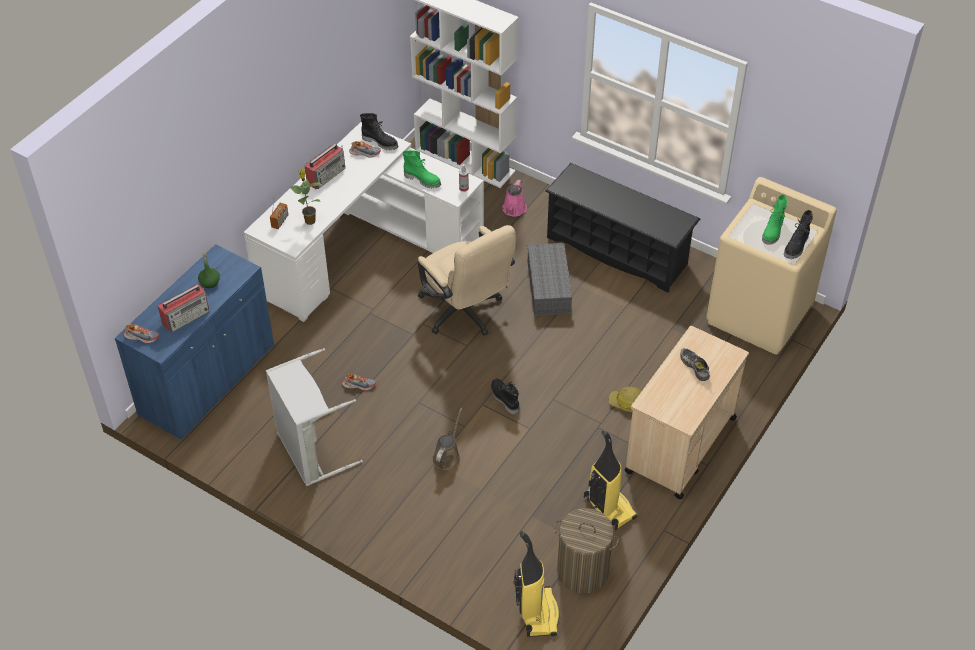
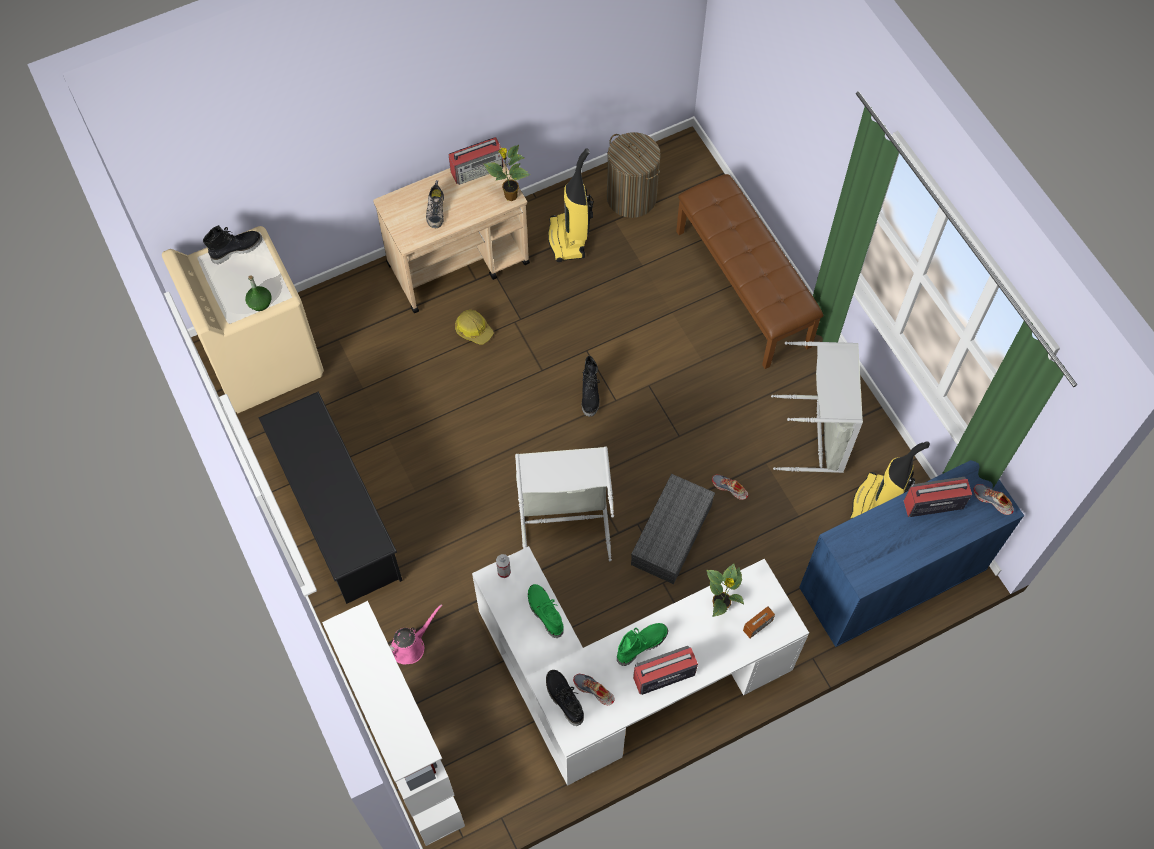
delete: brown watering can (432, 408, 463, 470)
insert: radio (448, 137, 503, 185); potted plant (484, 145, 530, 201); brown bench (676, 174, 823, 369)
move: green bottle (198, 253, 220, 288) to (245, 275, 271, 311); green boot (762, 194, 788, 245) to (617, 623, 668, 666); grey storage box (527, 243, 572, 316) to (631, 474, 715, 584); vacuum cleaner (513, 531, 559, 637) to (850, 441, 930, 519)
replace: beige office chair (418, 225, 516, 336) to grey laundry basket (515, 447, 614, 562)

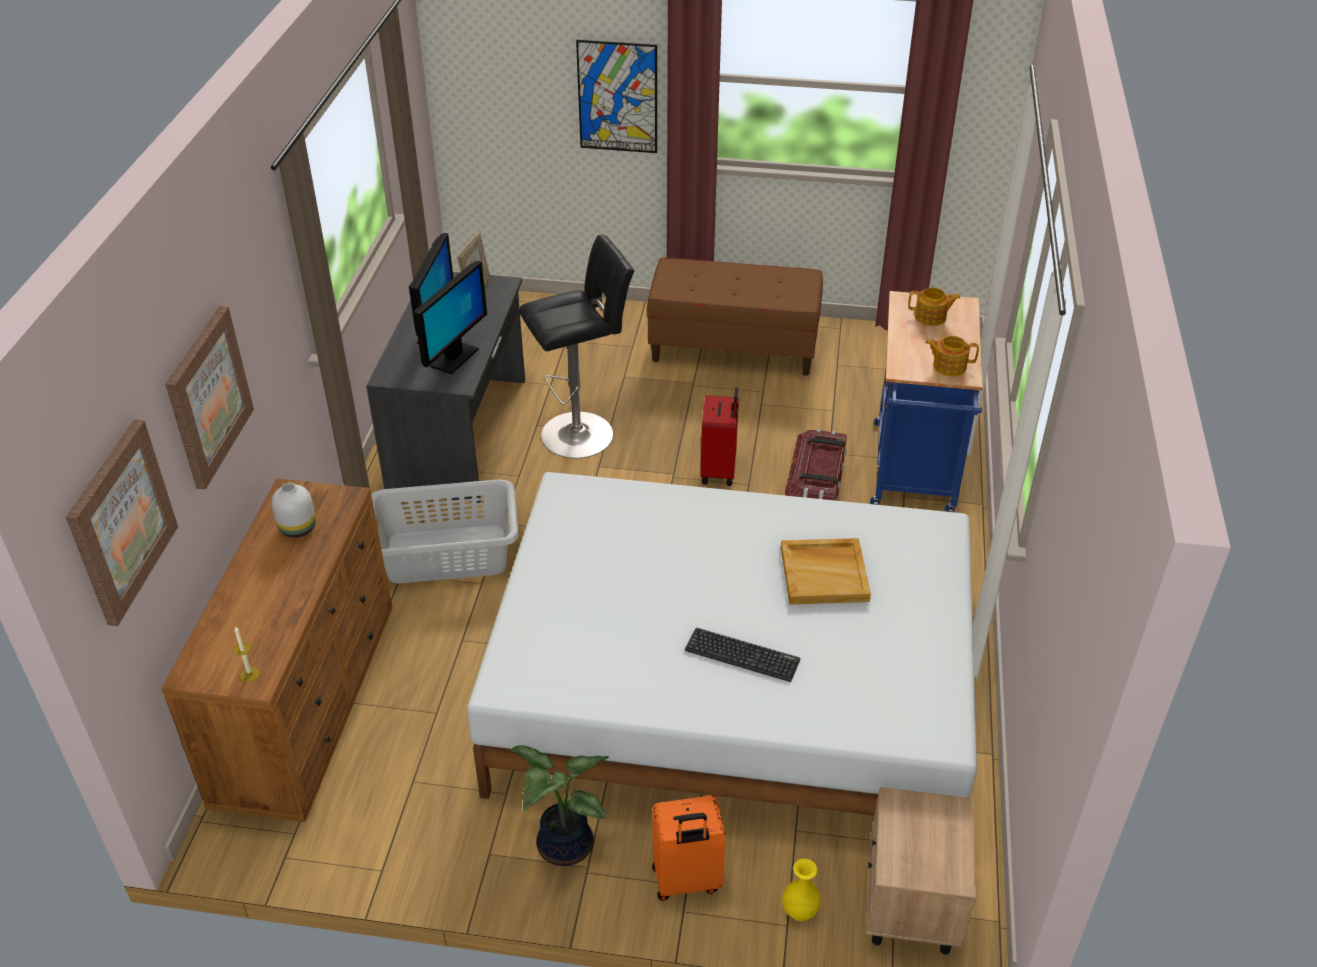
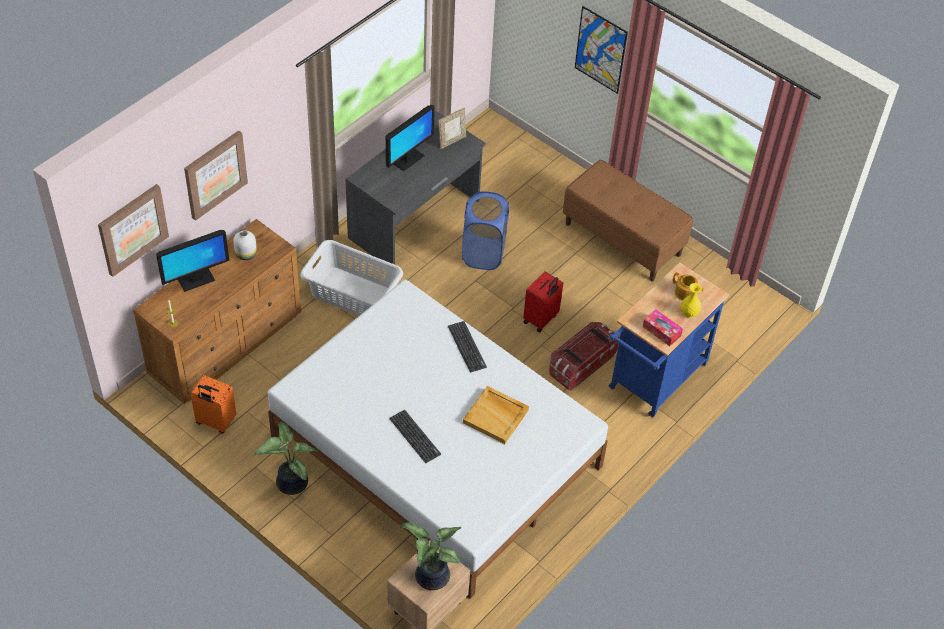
insert: potted plant (400, 523, 461, 590); keyboard (448, 321, 487, 373)
move: monitor (414, 261, 487, 374) to (156, 230, 230, 292); orange suitcase (652, 795, 726, 901) to (190, 375, 236, 433); yellow vase (782, 859, 821, 921) to (681, 283, 702, 318)
replace: black stool (519, 234, 635, 458) to blue laundry basket (462, 191, 509, 270); teapot (926, 336, 979, 376) to tissue box (643, 309, 683, 346)

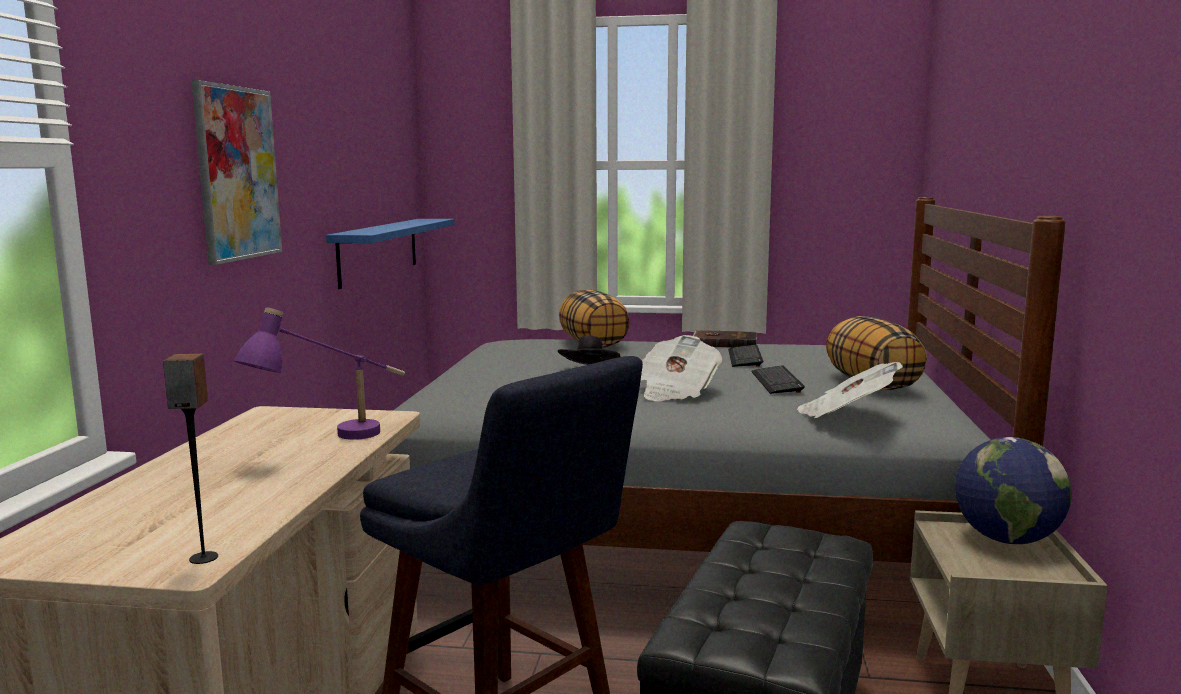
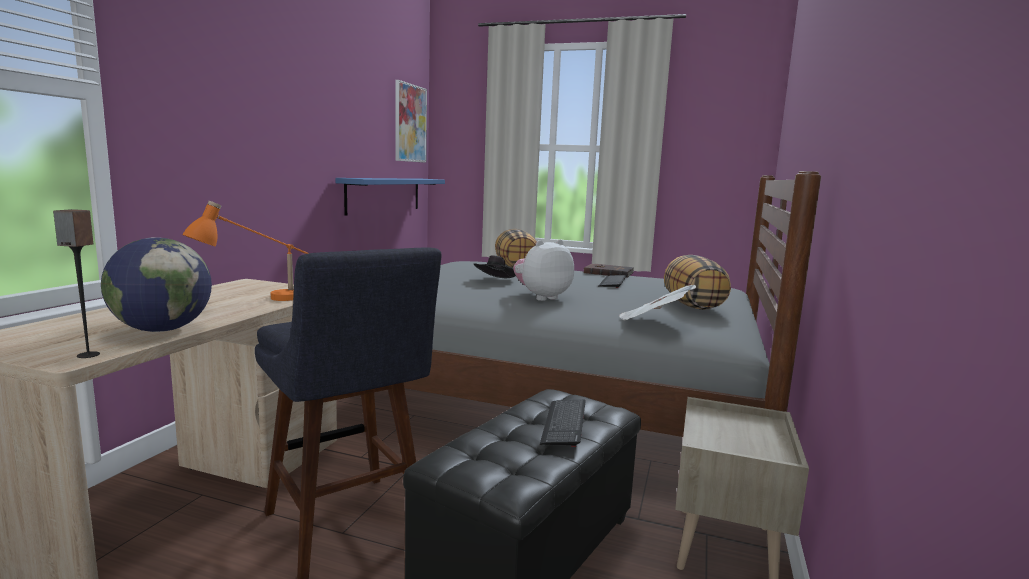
move: globe (955, 437, 1072, 544) to (101, 237, 212, 332); picture (191, 80, 282, 265) to (395, 80, 427, 163); keyboard (751, 365, 805, 394) to (540, 400, 586, 447)
replace: newspaper (641, 335, 722, 401) to plush toy (513, 239, 574, 301)
recolor: purple table lamp (234, 307, 405, 440) to orange table lamp (182, 201, 308, 301)

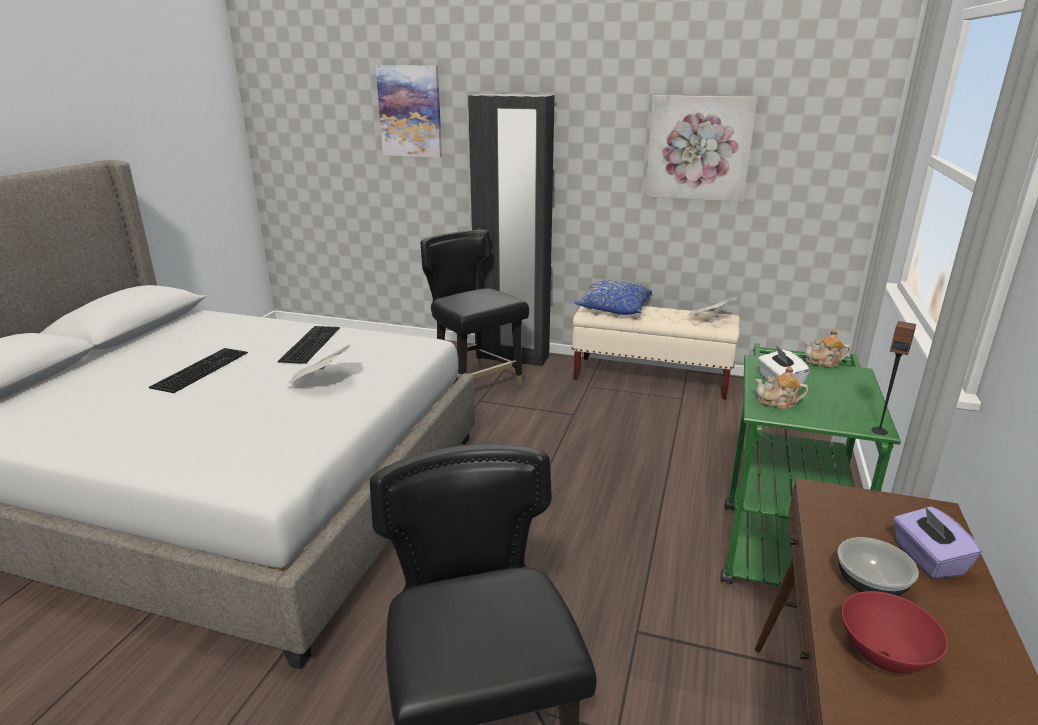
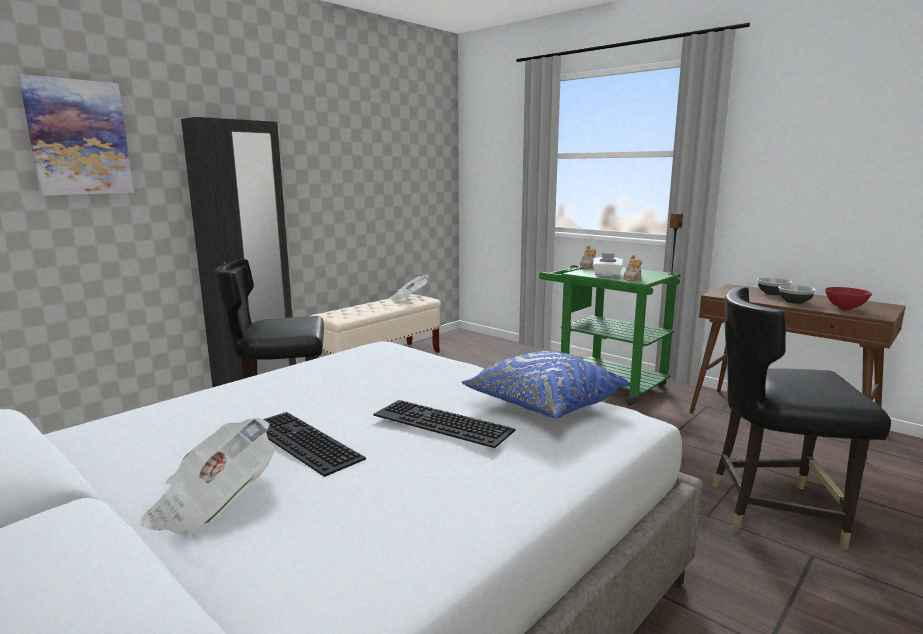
delete: picture (645, 95, 758, 202)
move: newspaper (286, 345, 350, 385) to (141, 418, 274, 536); keyboard (278, 326, 340, 364) to (374, 400, 515, 448); blue pillow (574, 280, 652, 315) to (462, 351, 631, 418)
replace: purple tissue box (893, 506, 982, 579) to bowl (758, 278, 792, 295)

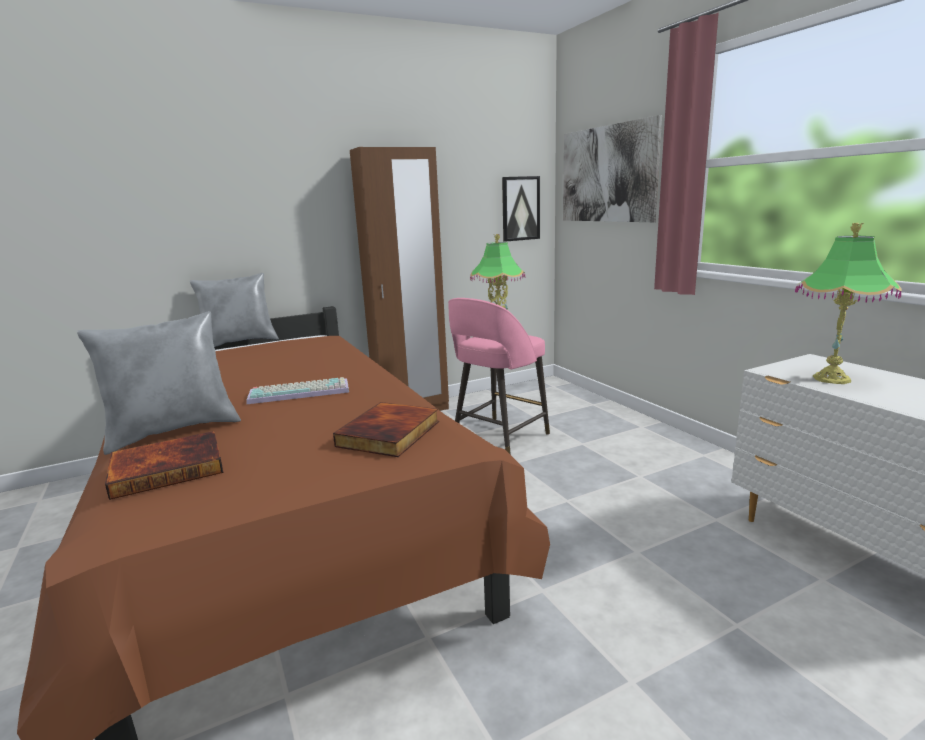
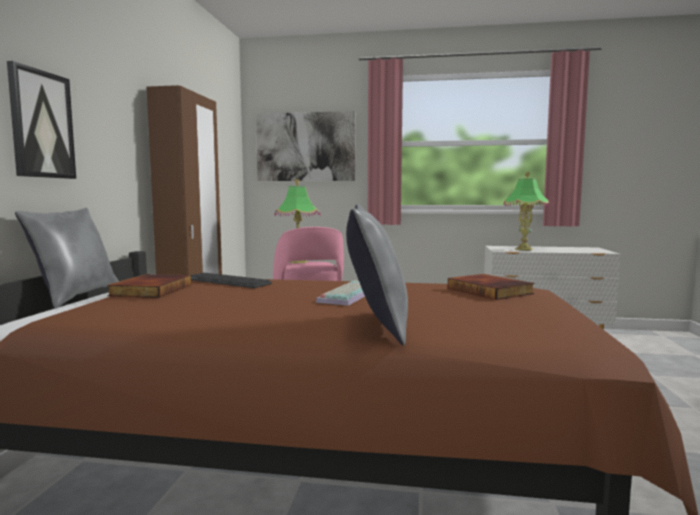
insert: keyboard (191, 273, 272, 288)
move: picture (502, 176, 540, 242) to (7, 61, 76, 179); book (105, 431, 223, 500) to (107, 274, 191, 298)

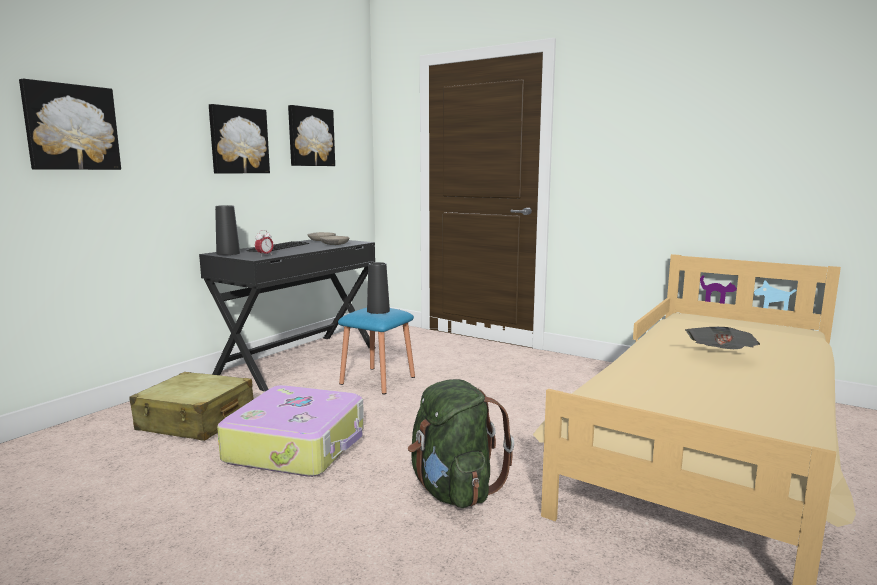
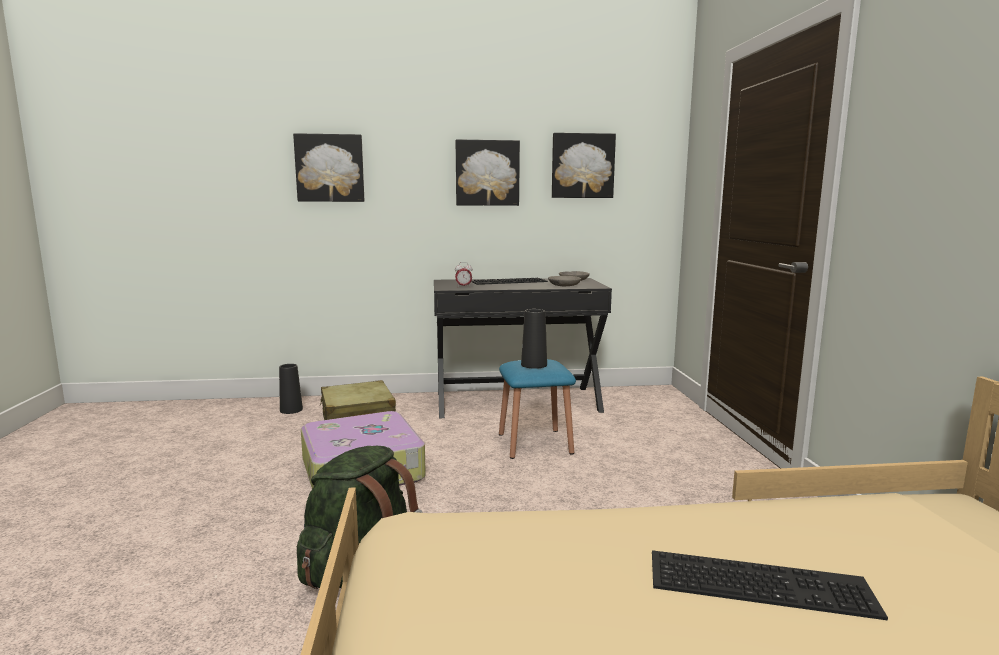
move: black vase (215, 205, 240, 255) to (279, 364, 303, 414)
replace: newspaper (685, 327, 760, 349) to keyboard (652, 550, 888, 621)

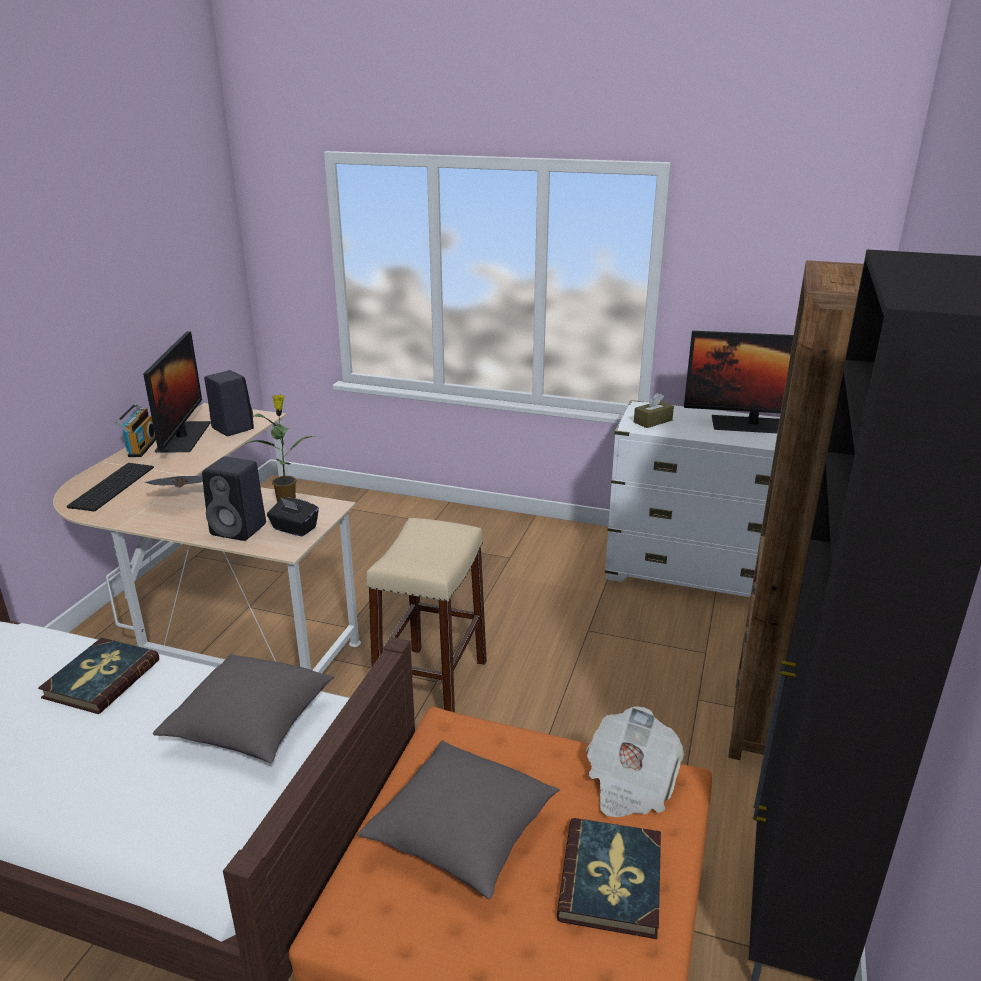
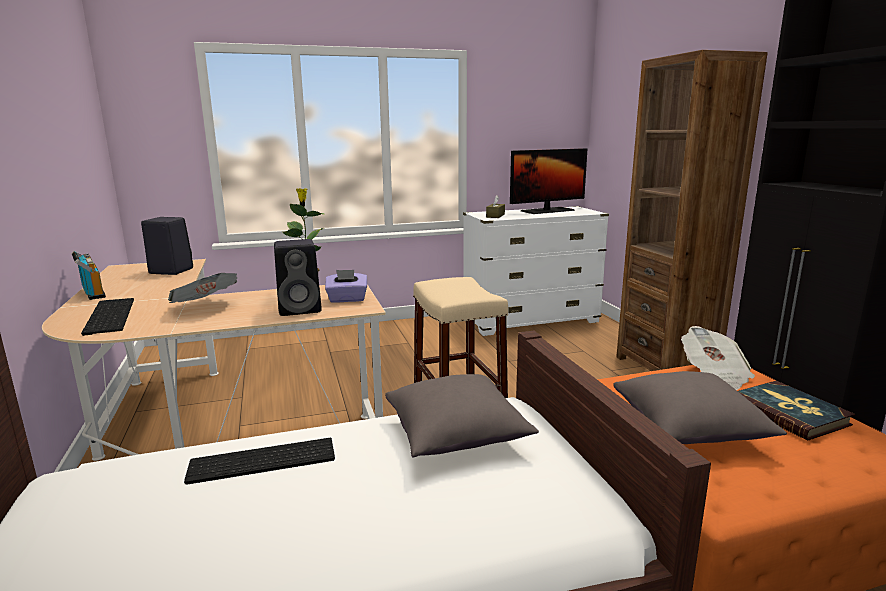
delete: monitor (143, 331, 211, 453)
replace: book (38, 638, 159, 714) to keyboard (184, 438, 335, 485)
recolor: black tissue box (267, 497, 319, 537) to purple tissue box (325, 270, 367, 303)

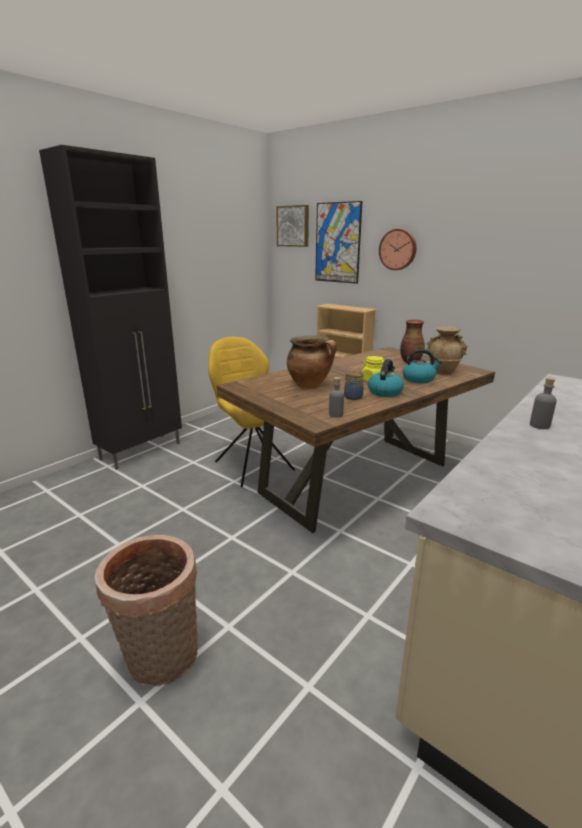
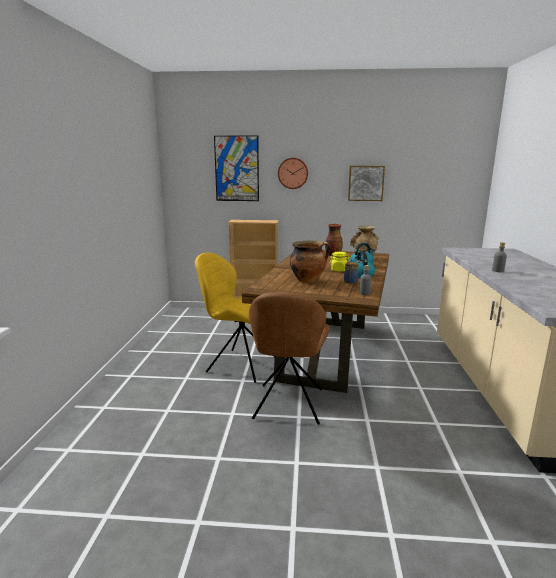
delete: black cabinet (39, 145, 182, 470); basket (95, 535, 198, 686)
insert: brown chair (249, 292, 330, 425)
move: picture (276, 205, 309, 247) to (348, 166, 385, 201)

